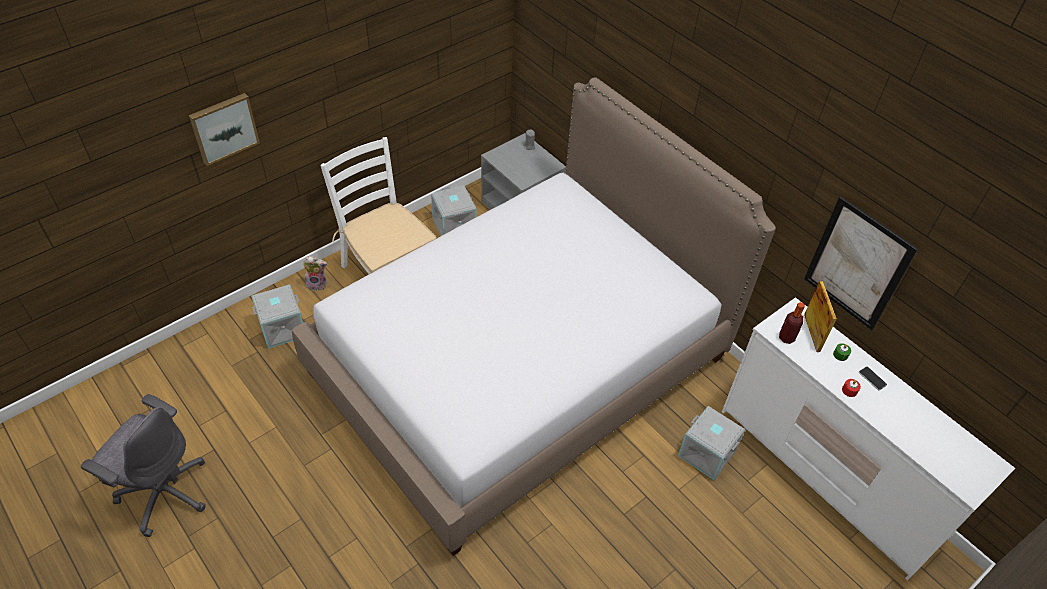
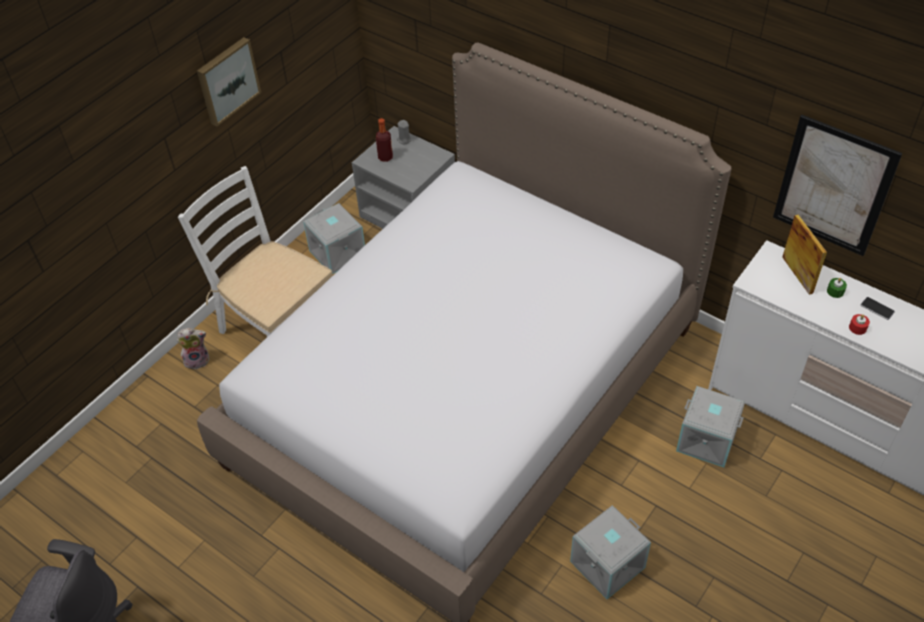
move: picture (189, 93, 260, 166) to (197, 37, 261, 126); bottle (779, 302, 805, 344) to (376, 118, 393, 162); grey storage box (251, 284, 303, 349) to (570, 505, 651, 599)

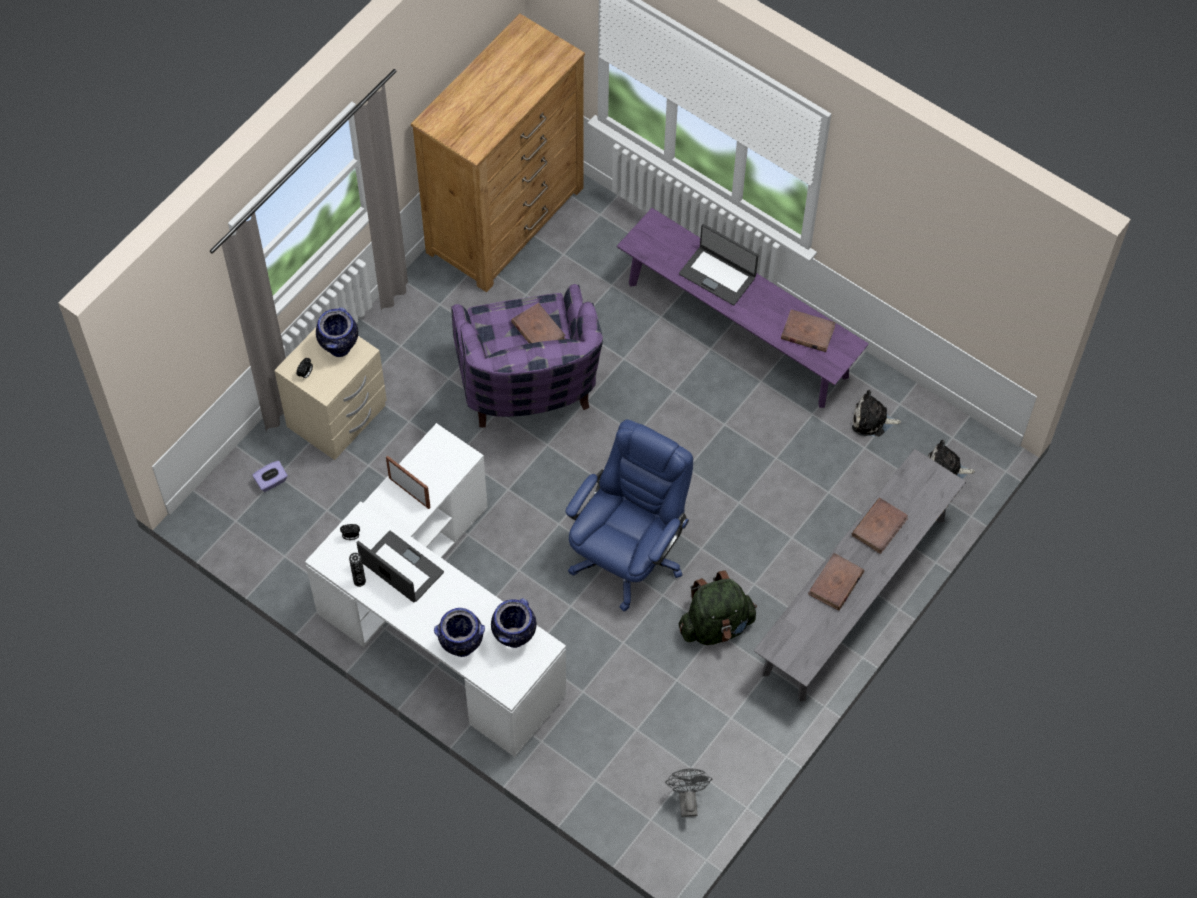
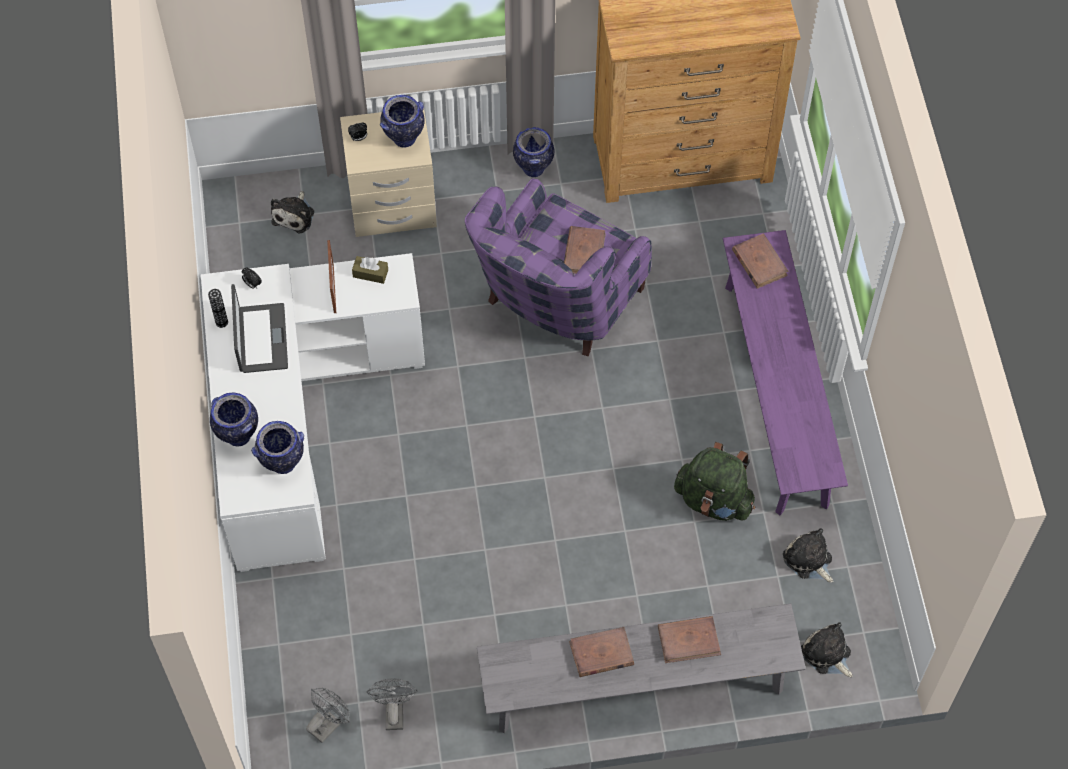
delete: blue office chair (566, 419, 693, 611); laptop (679, 224, 758, 305)
insert: brown tissue box (352, 256, 388, 284); grey fan (366, 678, 418, 730); vase (513, 127, 554, 177)
move: green backpack (679, 570, 757, 645) to (674, 442, 755, 521); brown book (781, 309, 836, 352) to (732, 233, 789, 289)
replace: purple tissue box (252, 461, 288, 492) to plush toy (271, 191, 314, 233)

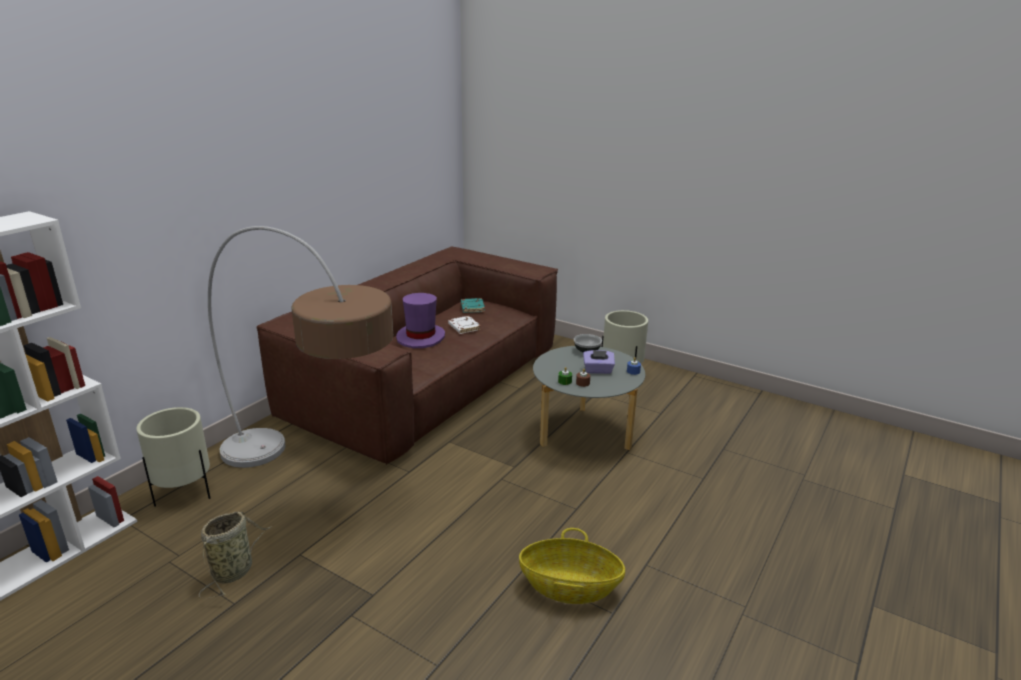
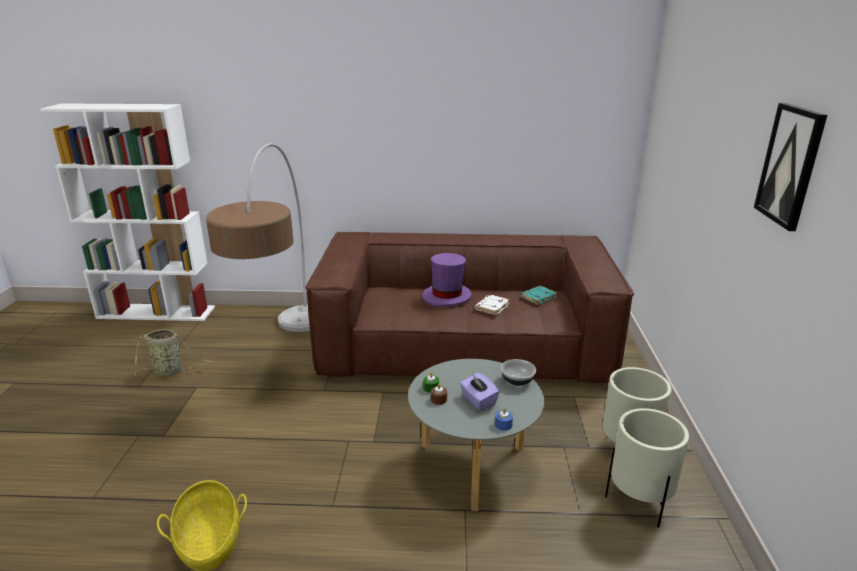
insert: picture (754, 103, 827, 231)
move: beige planter (136, 407, 210, 507) to (605, 408, 689, 528)

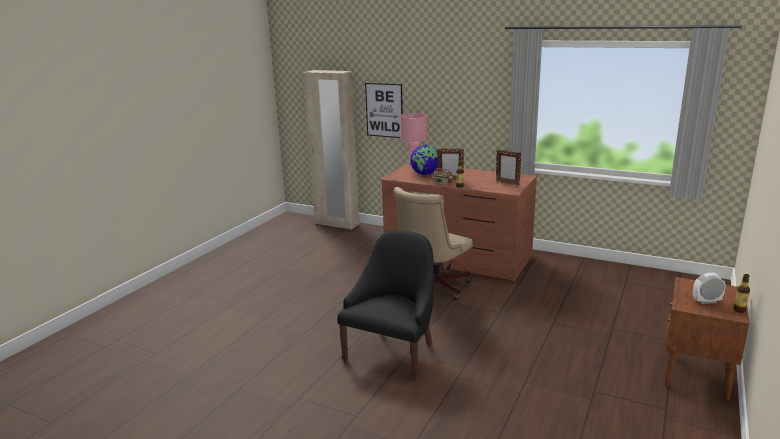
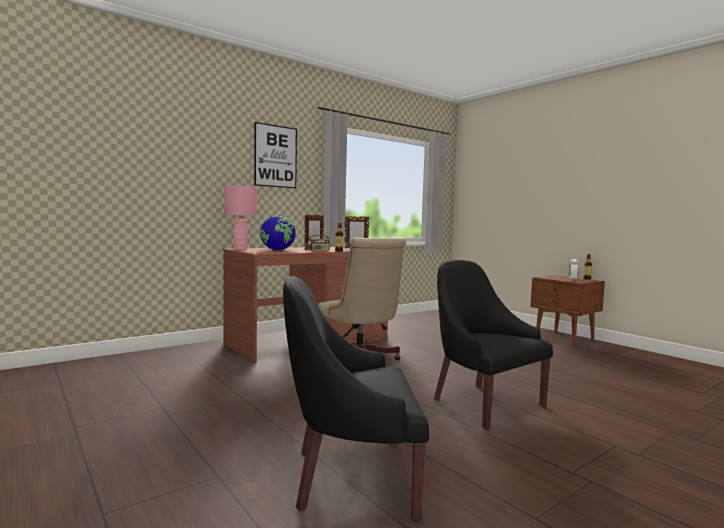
delete: beige wardrobe (303, 70, 360, 230)
insert: black armchair (283, 276, 429, 520)
move: picture (365, 83, 403, 138) to (254, 122, 297, 188)

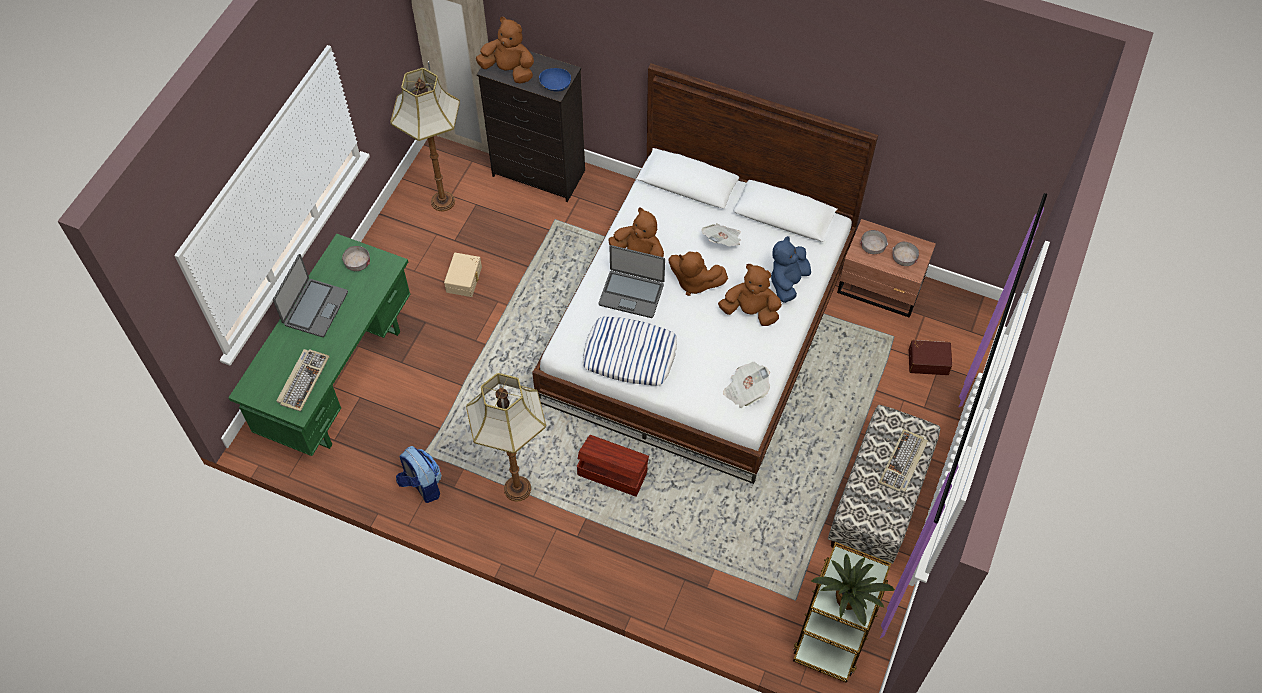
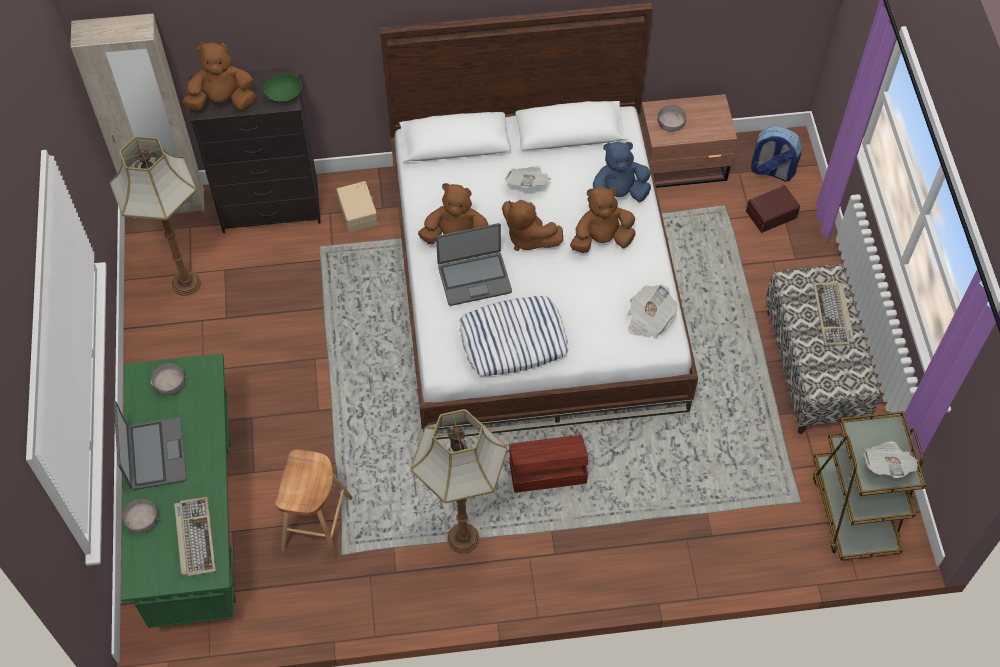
insert: brown stool (275, 449, 353, 560)
move: grey bowl (892, 241, 919, 266) to (122, 499, 159, 533); beige storage box (444, 253, 482, 297) to (336, 181, 378, 232); backpack (396, 446, 441, 503) to (751, 126, 802, 182)
replace: potted plant (812, 554, 895, 626) to newspaper (864, 441, 918, 478)
recolor: blue bowl (539, 68, 571, 92) to green bowl (264, 74, 302, 103)
rotate: brown plush toy (668, 252, 728, 296) = (502, 200, 563, 251) 45 degrees clockwise; blue plush toy (771, 236, 811, 303) = (587, 141, 651, 202) 75 degrees clockwise

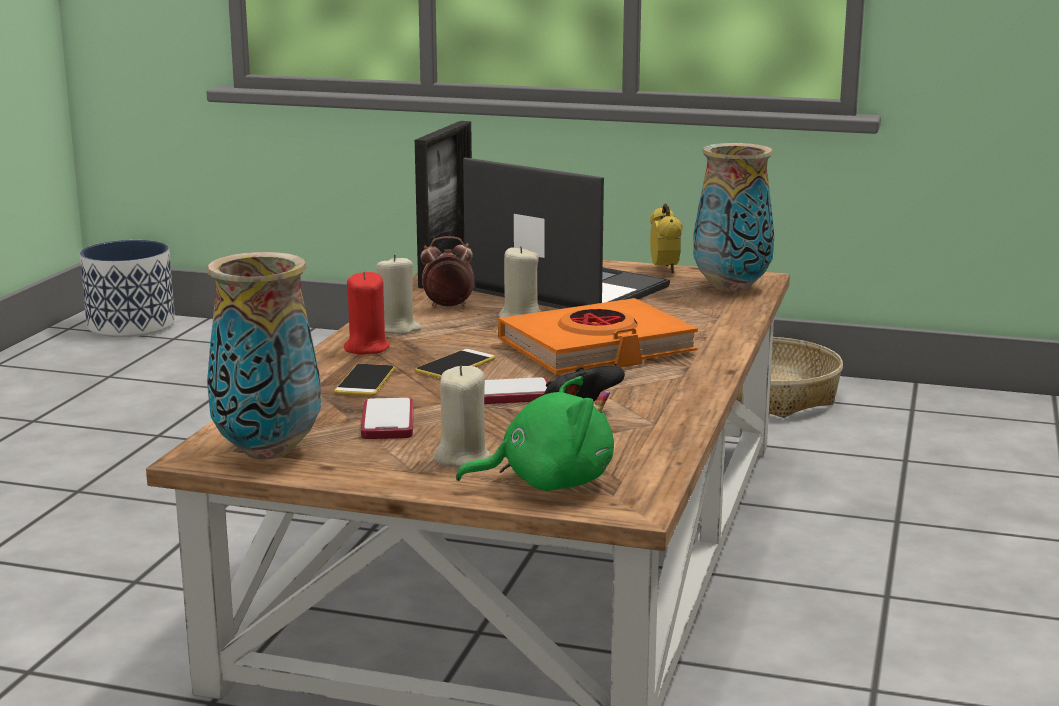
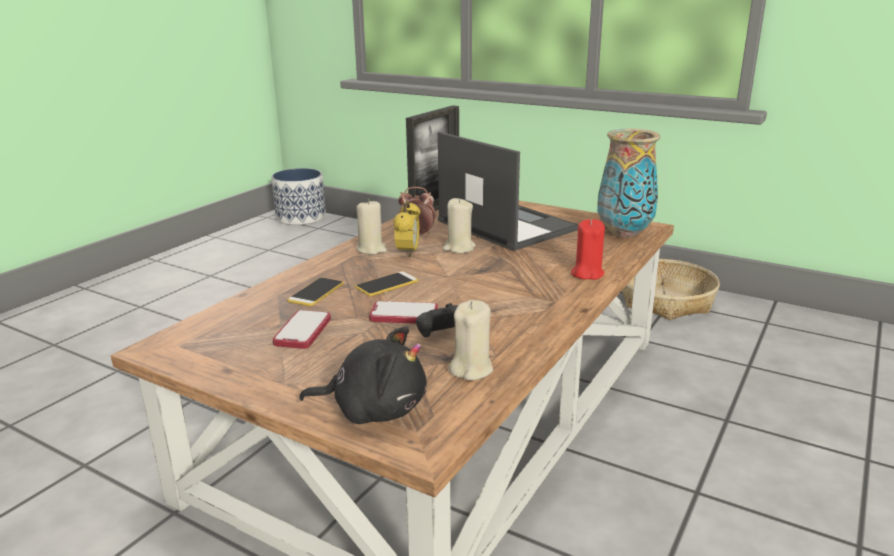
delete: vase (207, 252, 321, 460); orange book (498, 298, 698, 374)
move: alarm clock (650, 203, 683, 273) to (393, 201, 420, 257); beige candle (434, 365, 491, 467) to (449, 300, 493, 381); red candle (344, 271, 390, 355) to (571, 219, 605, 280)
recolor: green plush toy (456, 376, 614, 491) to black plush toy (299, 326, 427, 424)

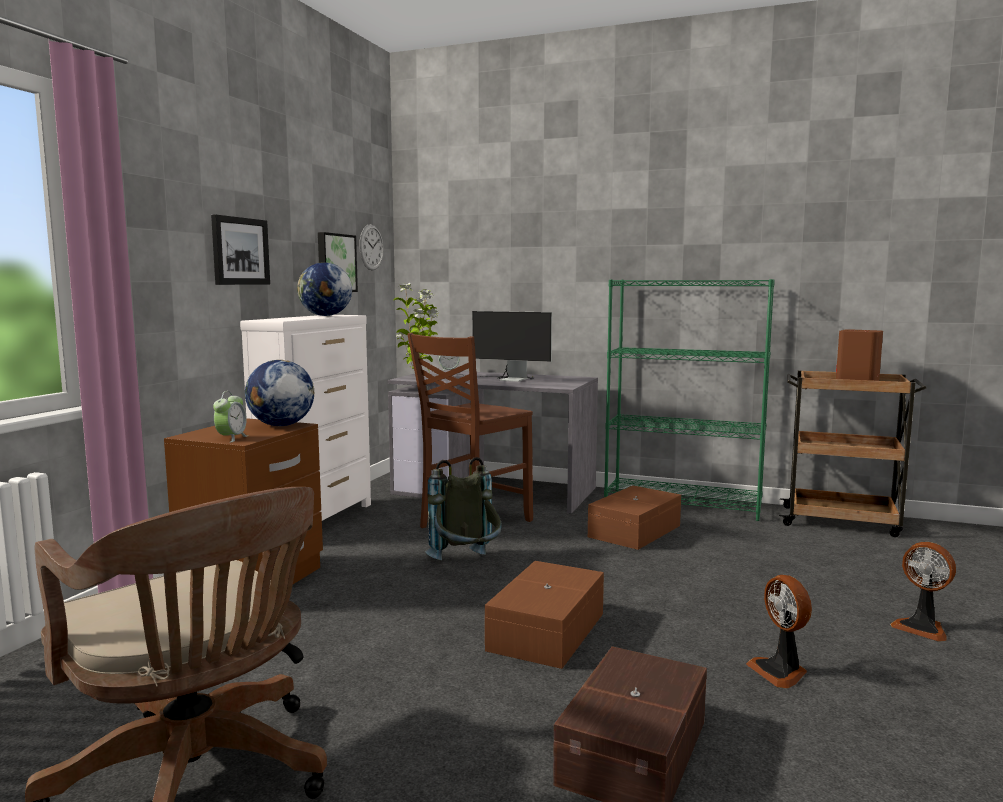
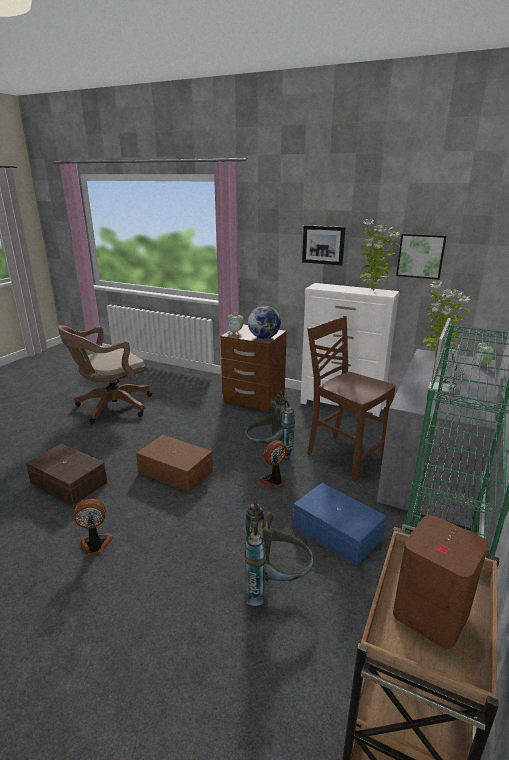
delete: wall clock (359, 224, 384, 271)
insert: grey backpack (245, 501, 314, 606)
move: fan (890, 542, 956, 642) to (258, 440, 287, 488)
replace: globe (297, 262, 352, 316) to potted plant (360, 218, 400, 291)
recolor: brown storage box (588, 486, 681, 550) to blue storage box (293, 483, 386, 566)

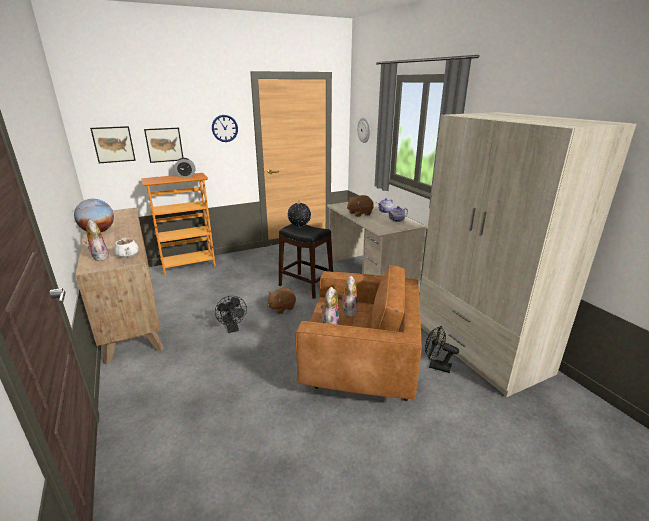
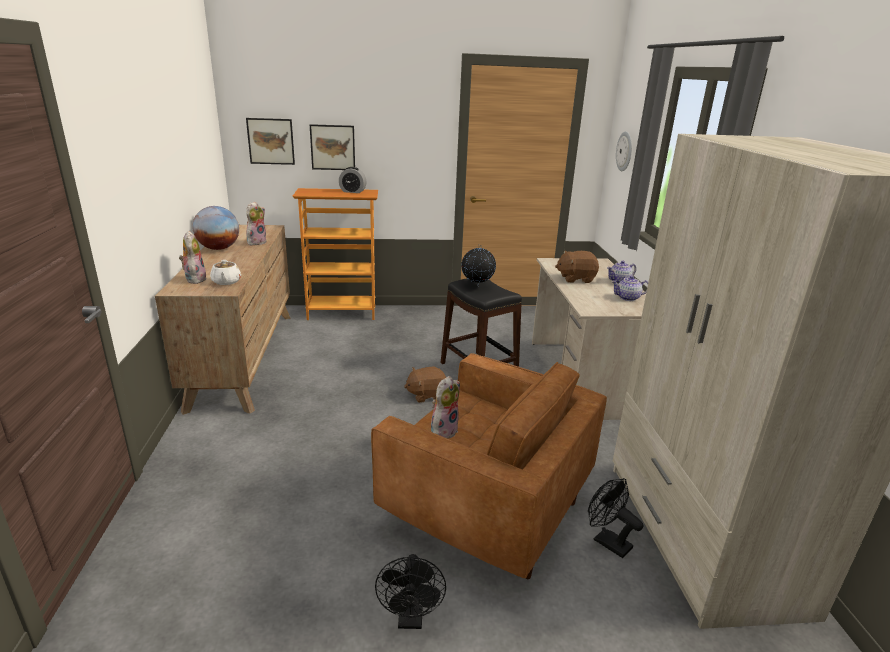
delete: wall clock (212, 115, 238, 142)
move: plush toy (341, 276, 358, 317) to (246, 202, 267, 246); black fan (215, 296, 247, 333) to (375, 554, 446, 629)

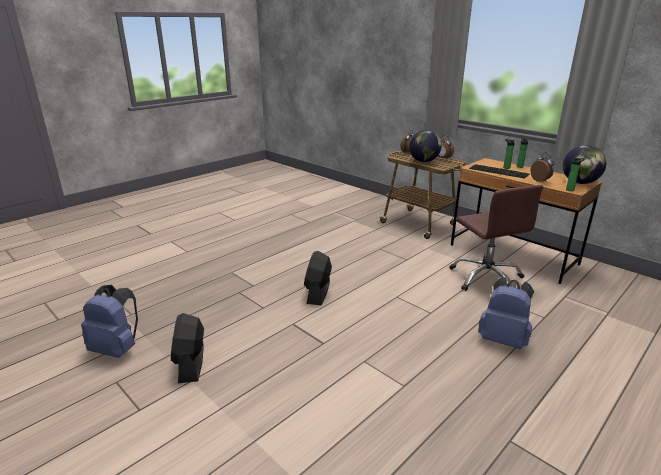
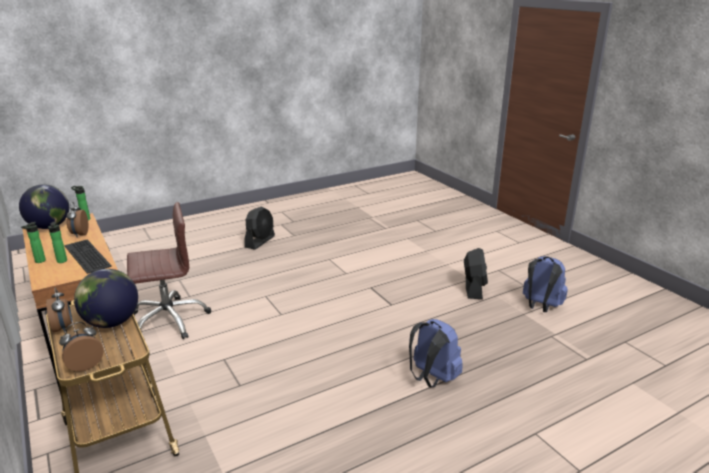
move: black fan (304, 251, 332, 305) to (244, 207, 275, 250); blue backpack (478, 277, 534, 349) to (409, 319, 463, 387)
rotate: brown office chair (450, 185, 543, 291) = (127, 202, 211, 339) 75 degrees clockwise

